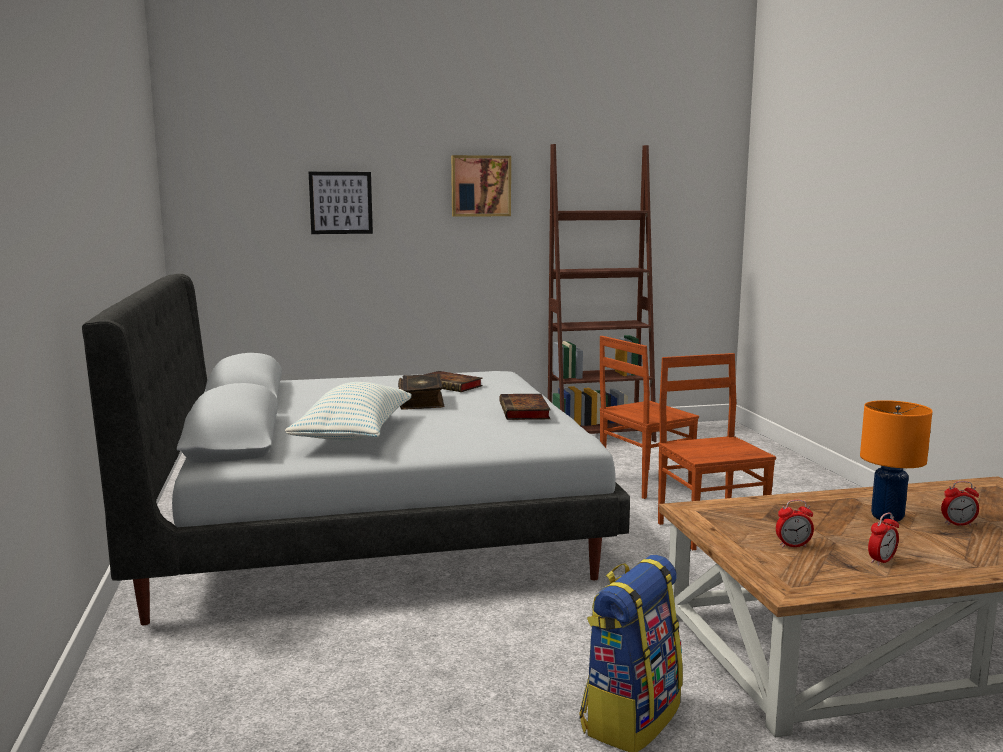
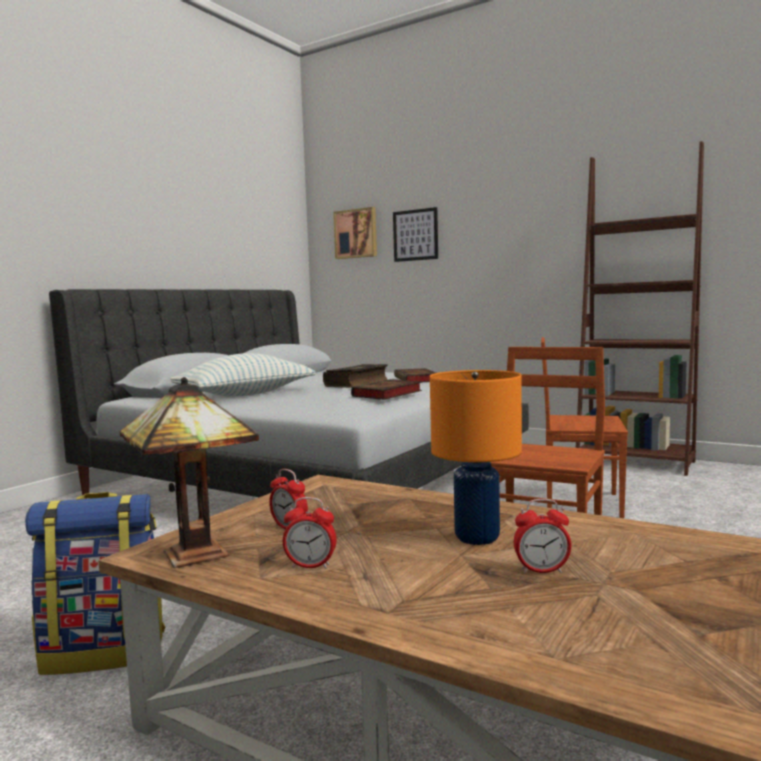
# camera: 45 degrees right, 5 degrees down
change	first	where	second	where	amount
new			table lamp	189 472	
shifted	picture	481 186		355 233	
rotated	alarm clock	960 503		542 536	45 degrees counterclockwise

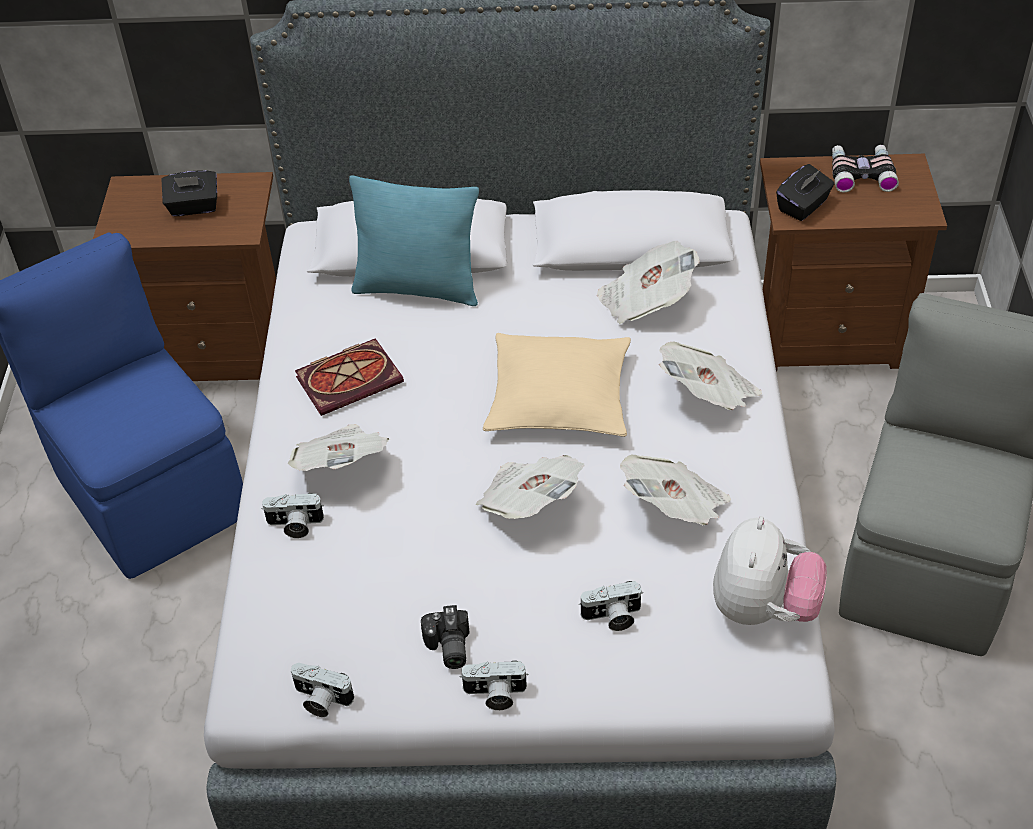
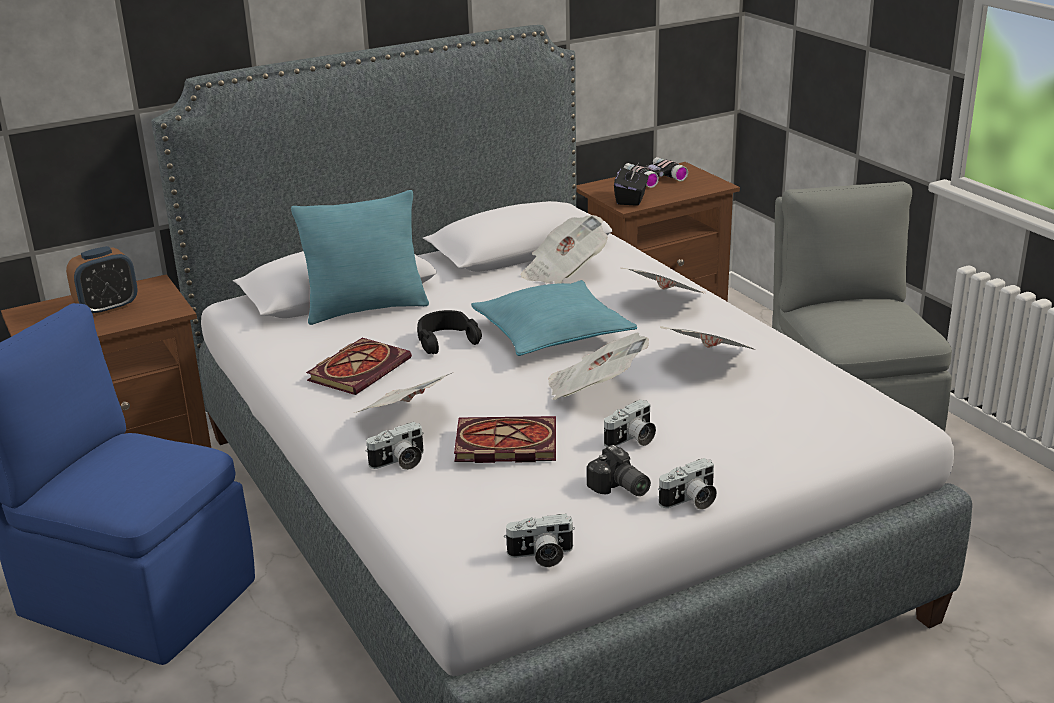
# camera: 30 degrees left, 20 degrees down
change	first	where	second	where	amount
swapped	black tissue box	189 193	alarm clock	102 281	
new			black headphones	449 332	
new			book	505 439	
repainted	beige pillow	557 385	turquoise pillow	554 318	
shifted	photo camera	611 606		630 423	
gone	plush toy	770 570			

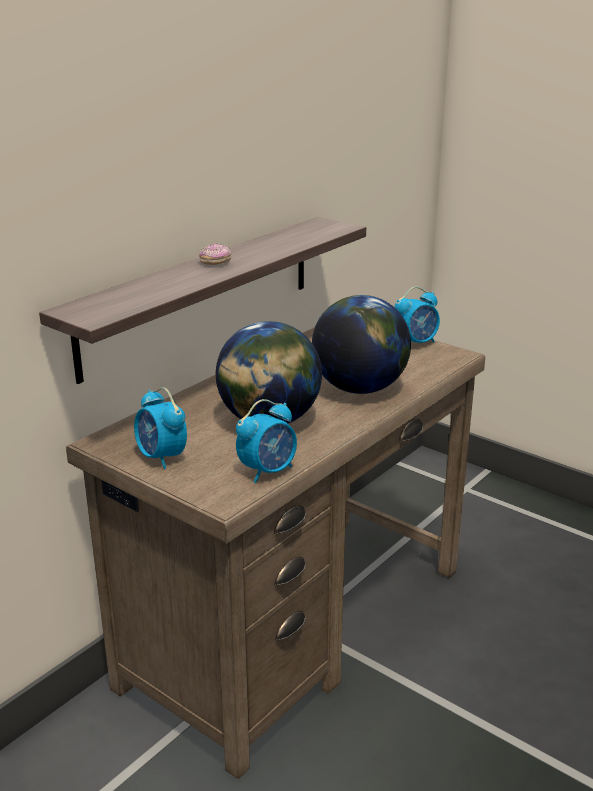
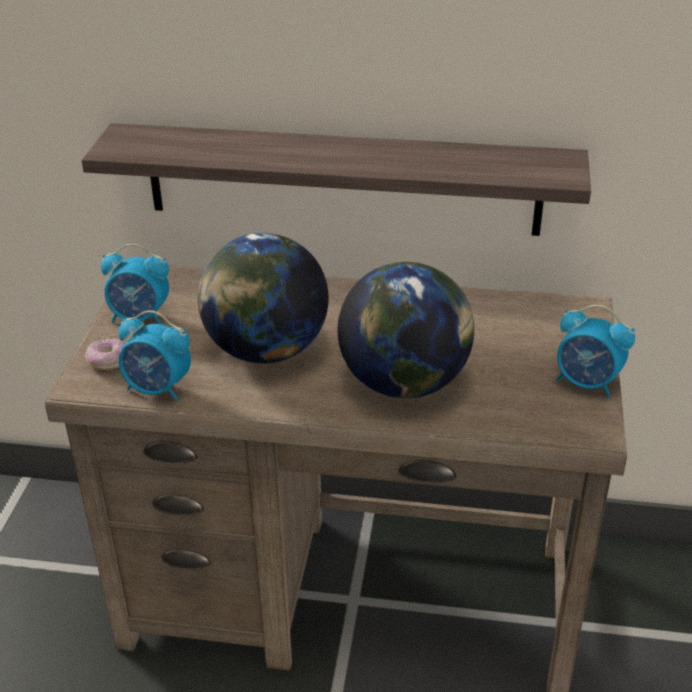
# camera: 60 degrees right, 10 degrees up
change	first	where	second	where	amount
shifted	donut	215 254		105 354	
rotated	alarm clock	160 428		135 284	105 degrees counterclockwise

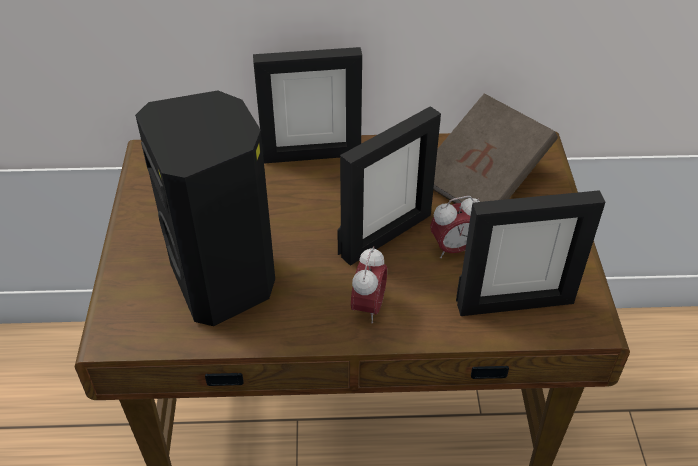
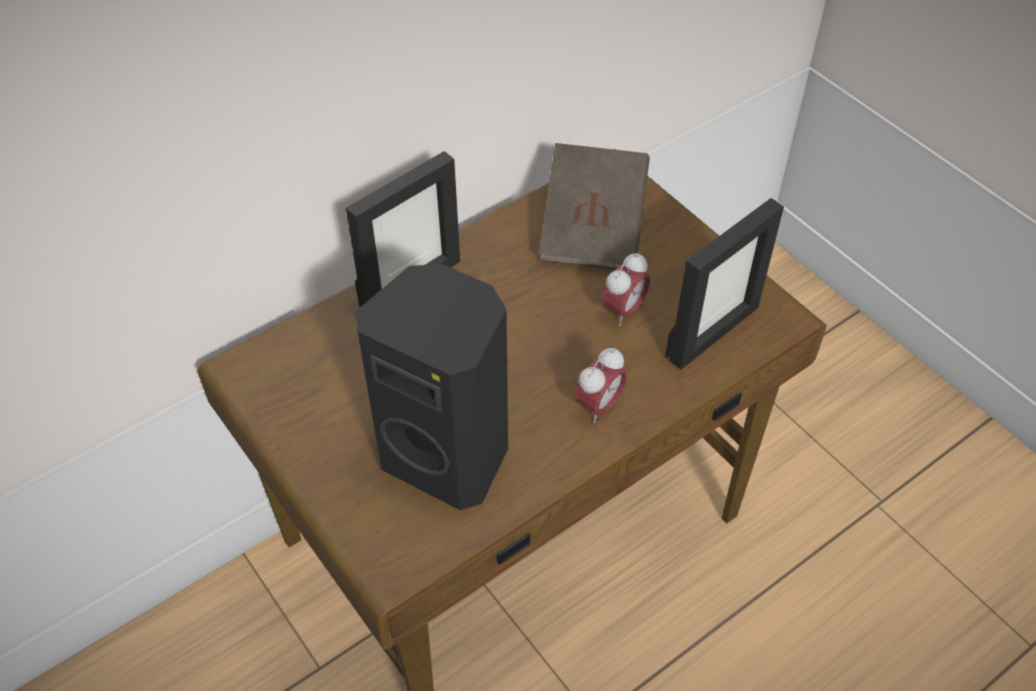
# camera: 35 degrees left, 5 degrees up
change	first	where	second	where	amount
rotated	alarm clock	369 284		600 385	60 degrees clockwise
gone	picture frame	389 186			

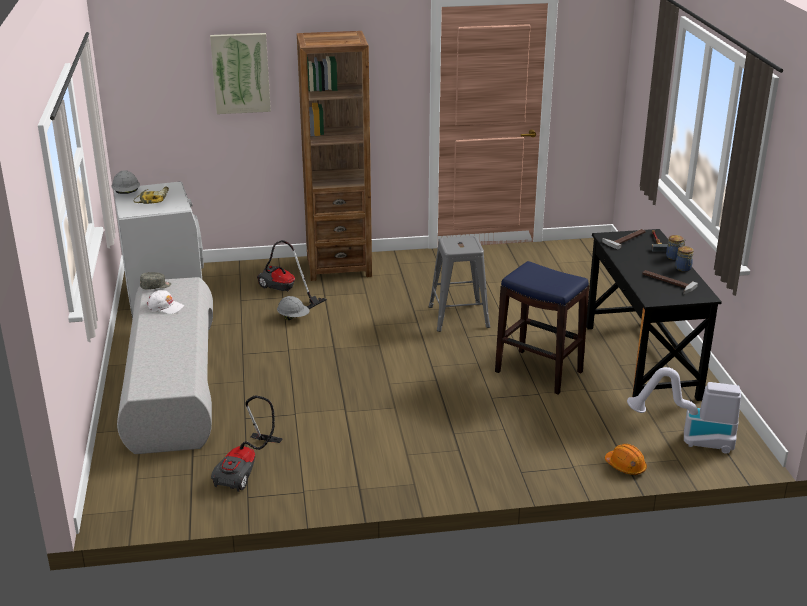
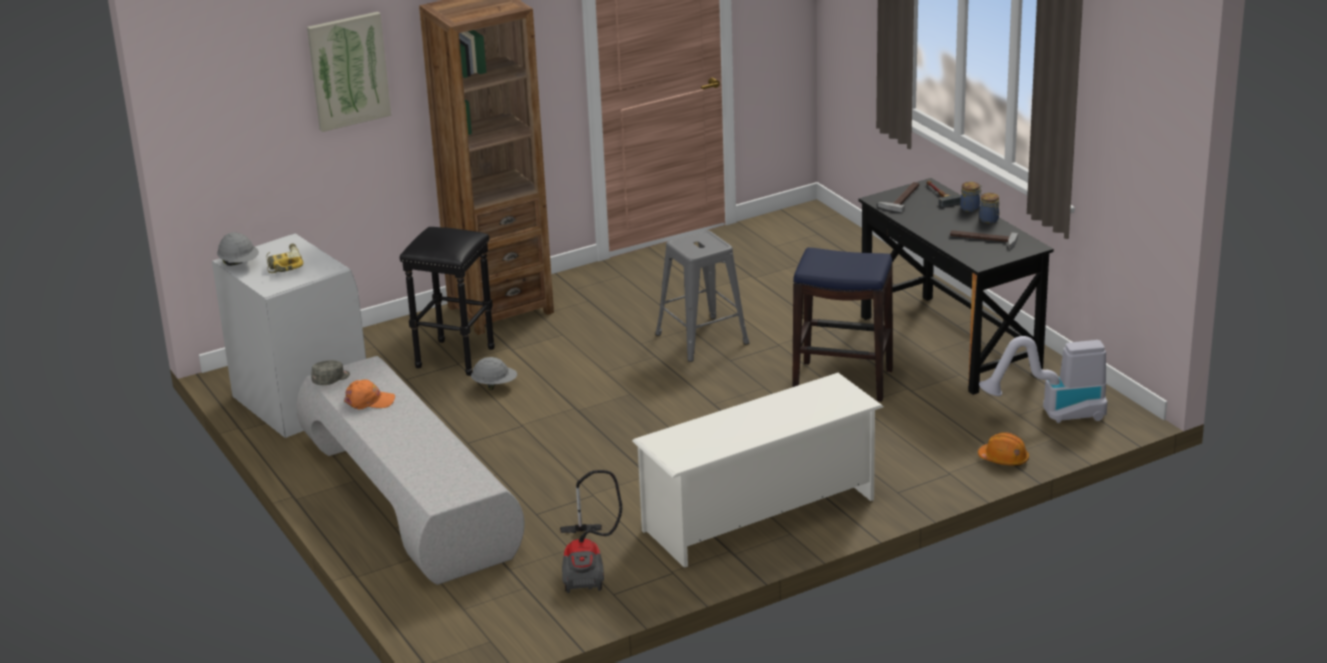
# camera: 20 degrees left, 0 degrees up
change	first	where	second	where	amount
repainted	white cap	165 302	orange cap	369 394	
swapped	vacuum cleaner	292 274	black stool	447 301	
new			white shoe rack	758 470	

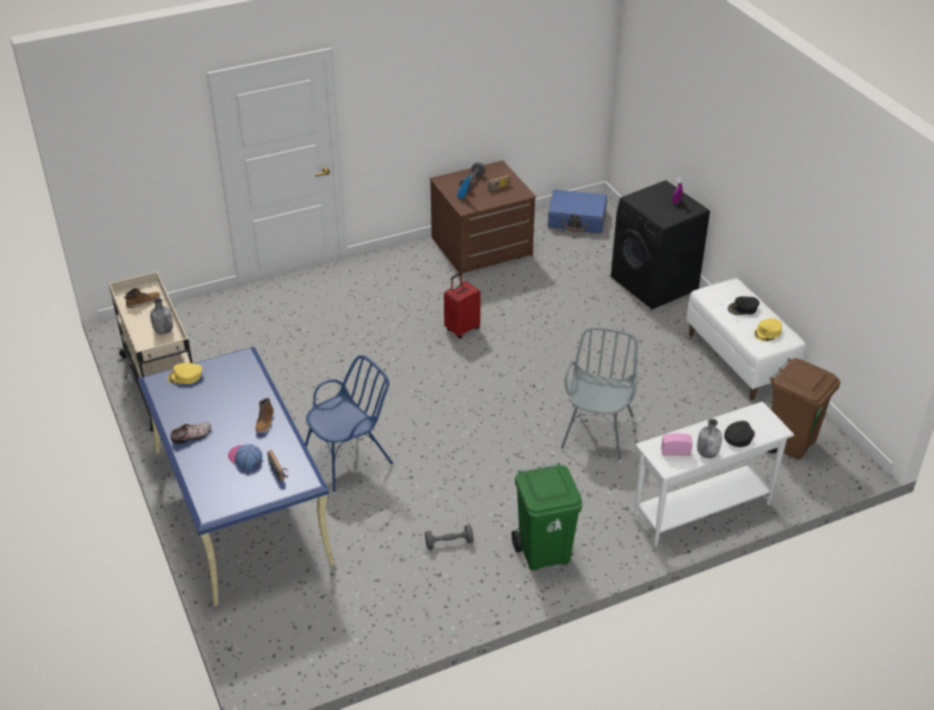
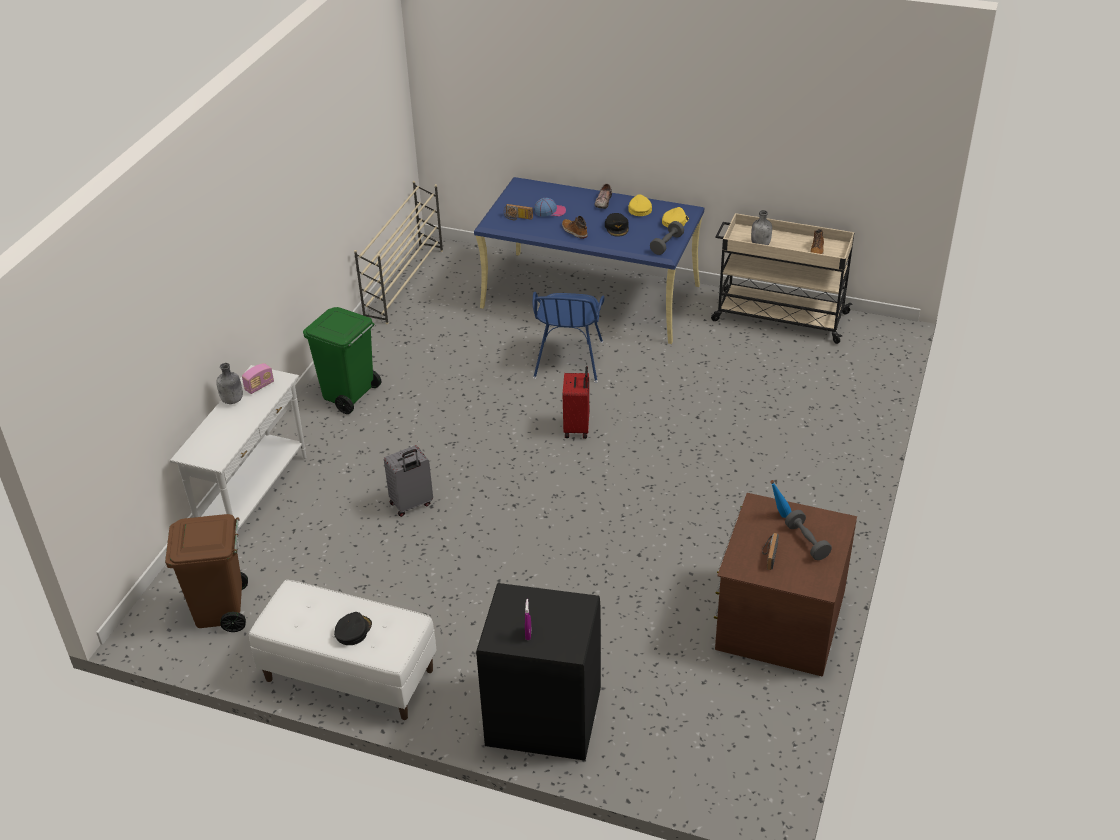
# camera: 135 degrees right, 0 degrees up
change	first	where	second	where	amount
new			beige shoe rack	398 252	
swapped	grey chair	599 394	grey suitcase	408 481	
shifted	red suitcase	462 305		576 402	
shifted	black cap	739 434		617 225	
shifted	yellow cap	768 330		640 205	
shifted	grey dumbbell	449 537		667 238	
gone	blue suitcase	577 211			

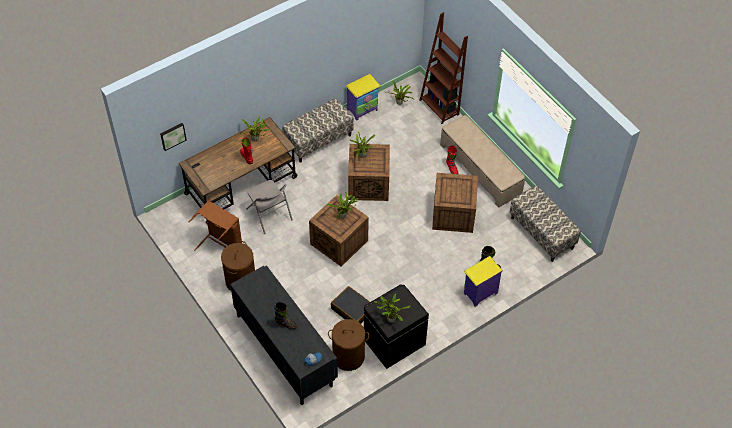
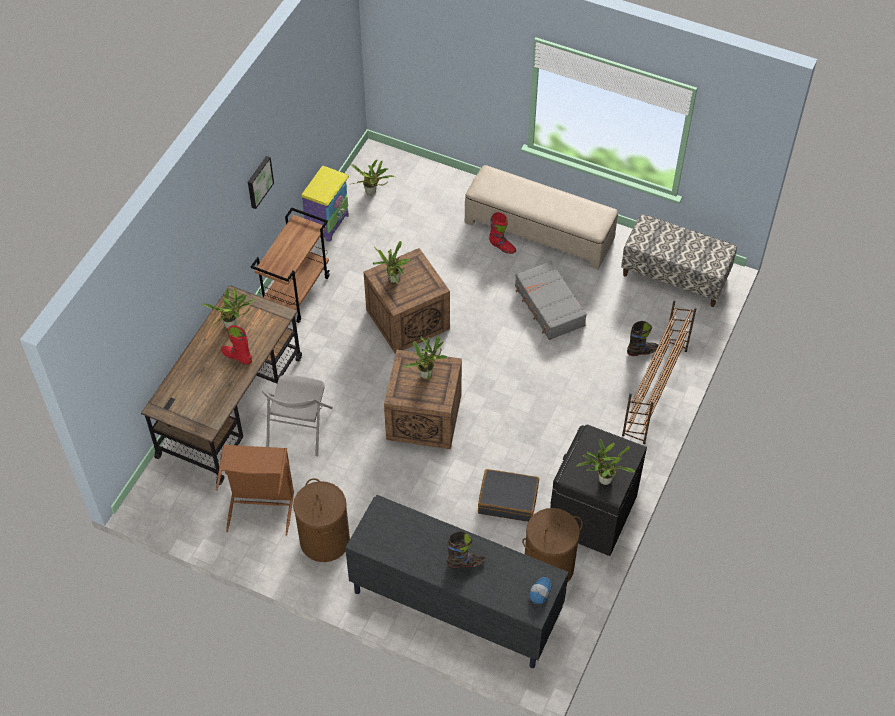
# camera: 30 degrees left, 0 degrees up
change	first	where	second	where	amount
shifted	picture	173 137		261 182	
swapped	bench	318 130	brown cart	290 265	
rotated	grey chair	269 207		297 415	75 degrees clockwise
swapped	crate	455 203	grey suitcase	551 300	
swapped	nightstand	483 281	brown shoe rack	659 372	
gone	brown bookcase	443 68			

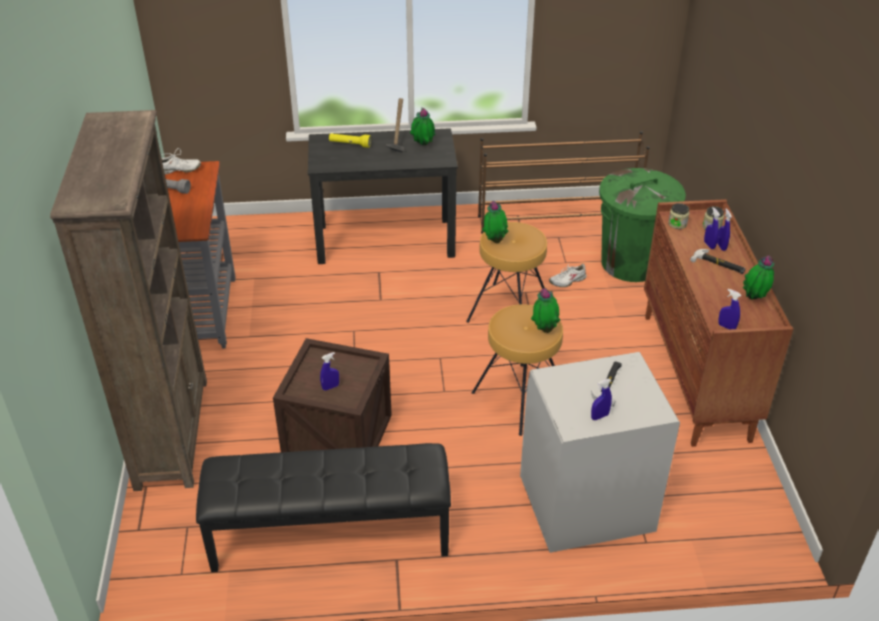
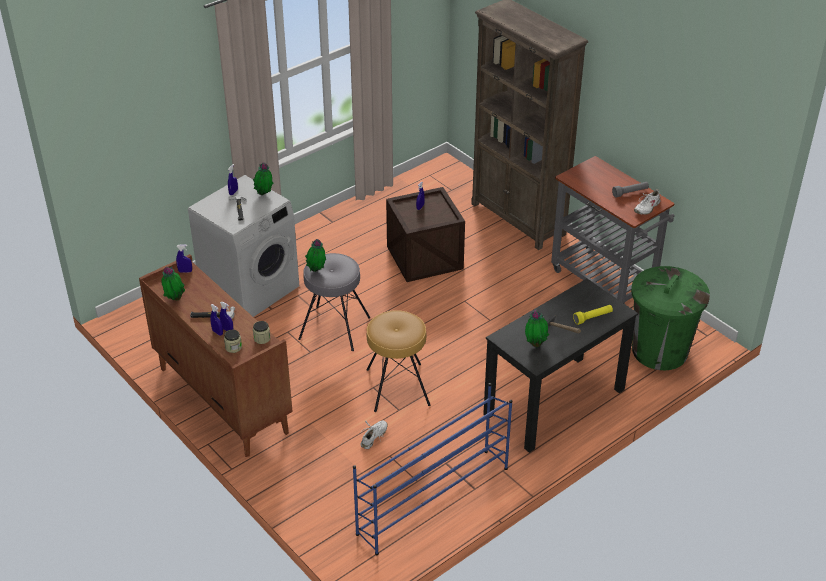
# camera: 145 degrees right, 0 degrees up
change	first	where	second	where	amount
shifted	potted plant	495 222		263 178	
repainted	brown stool	517 370	grey stool	334 302	
repainted	brown shoe rack	564 182	blue shoe rack	432 469	
shifted	green trash can	642 225		670 318	
gone	black bench	323 507			

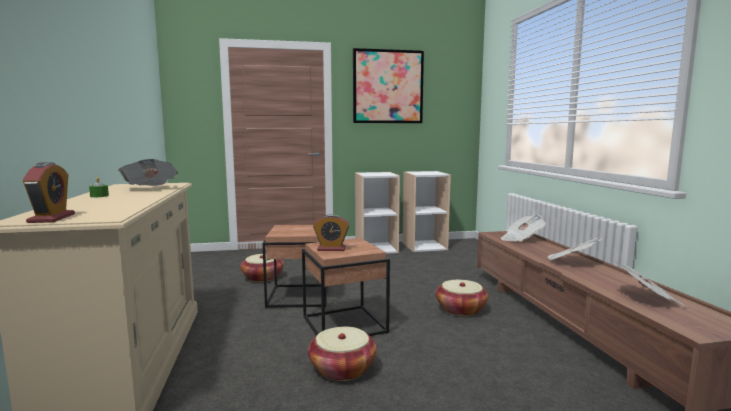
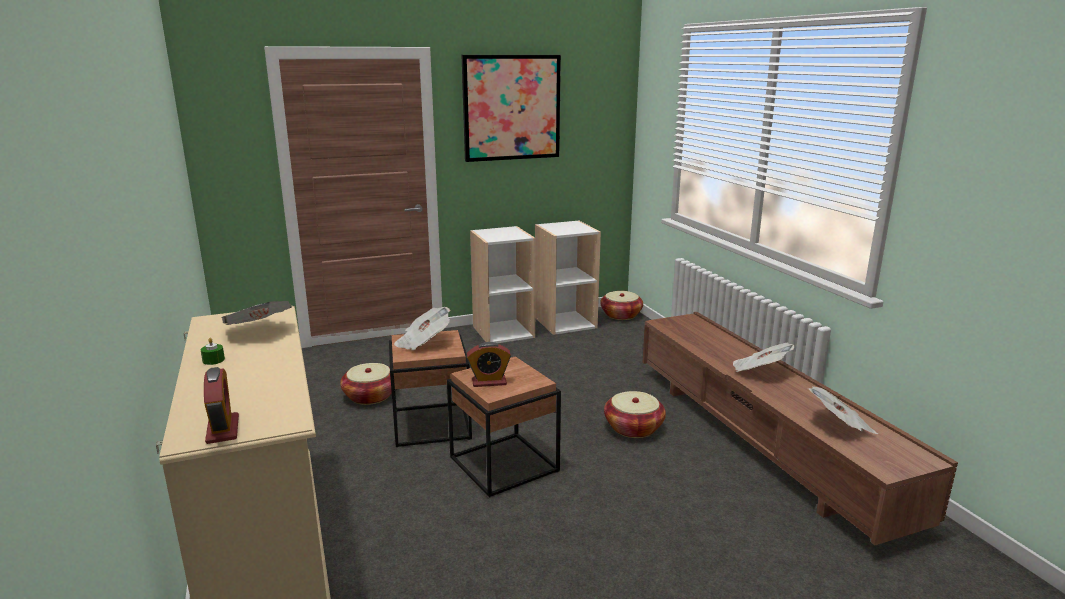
# camera: 10 degrees left, 10 degrees up
change	first	where	second	where	amount
shifted	newspaper	523 228		422 328	
shifted	basket	342 354		621 305	

